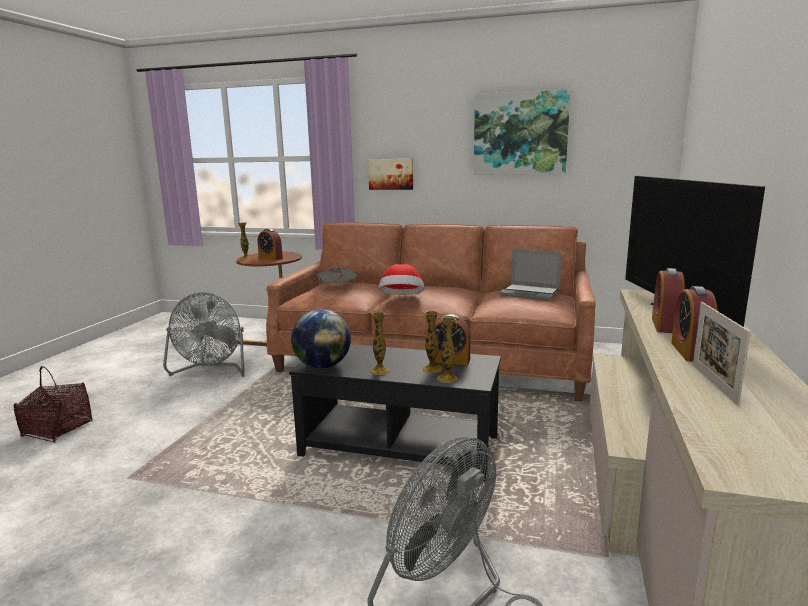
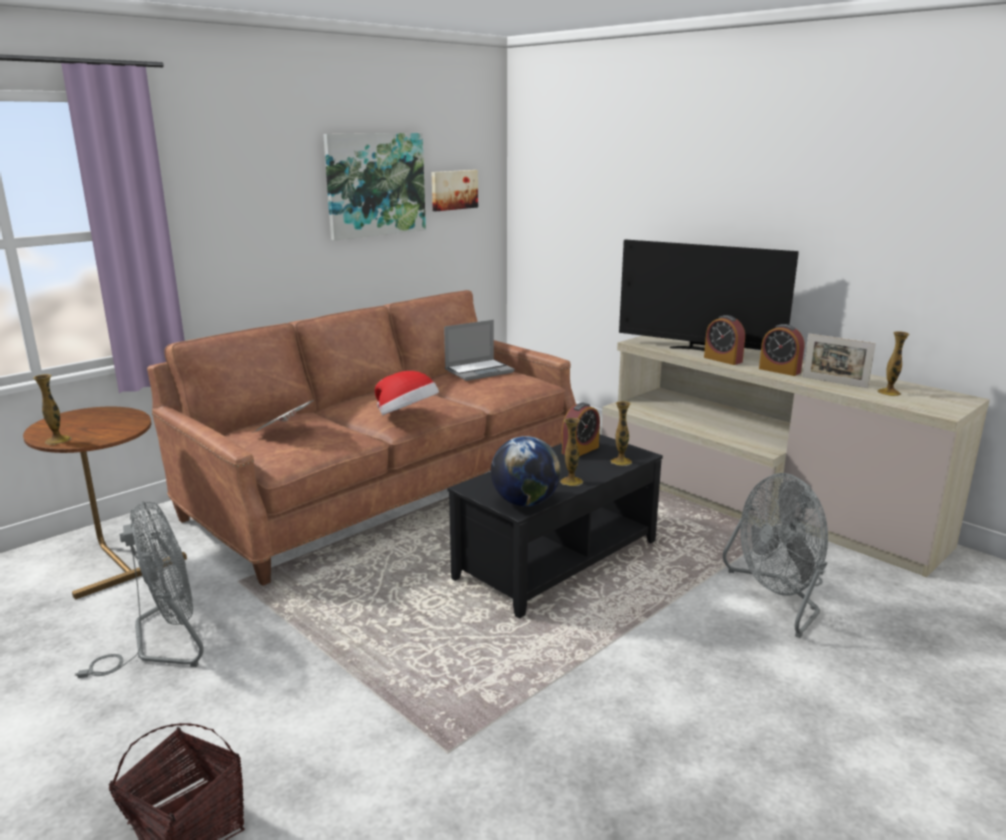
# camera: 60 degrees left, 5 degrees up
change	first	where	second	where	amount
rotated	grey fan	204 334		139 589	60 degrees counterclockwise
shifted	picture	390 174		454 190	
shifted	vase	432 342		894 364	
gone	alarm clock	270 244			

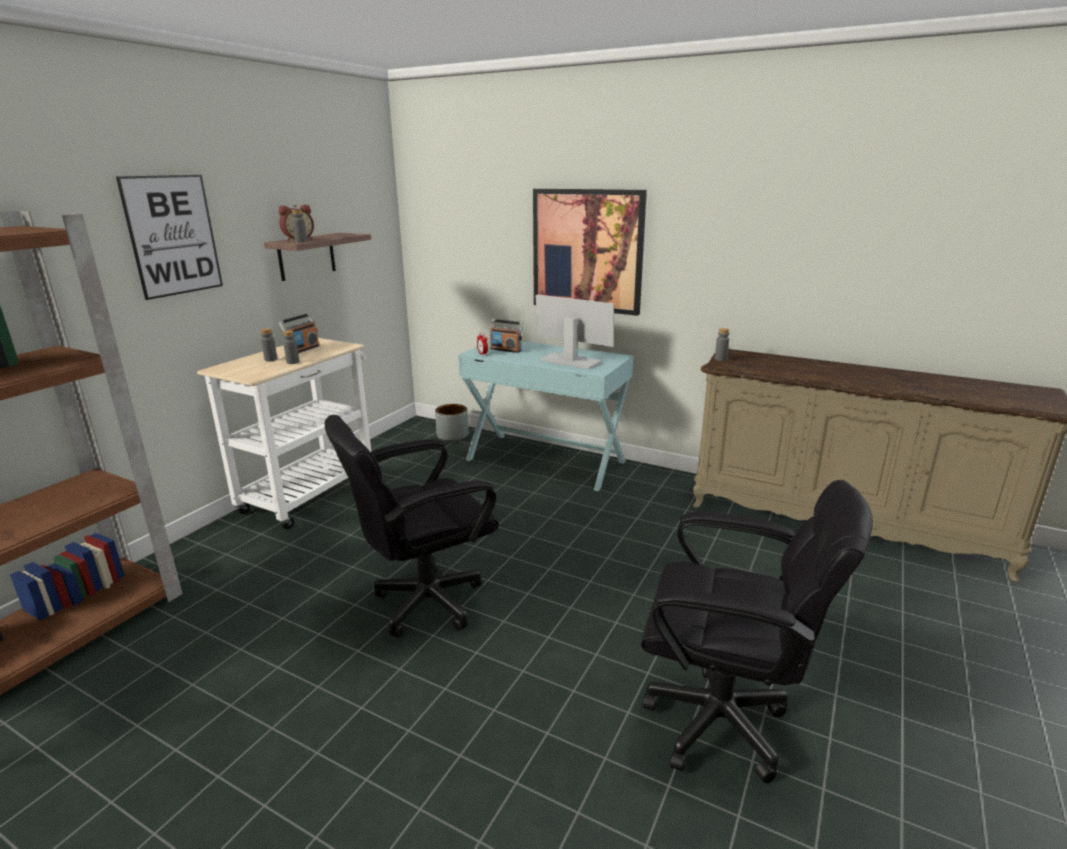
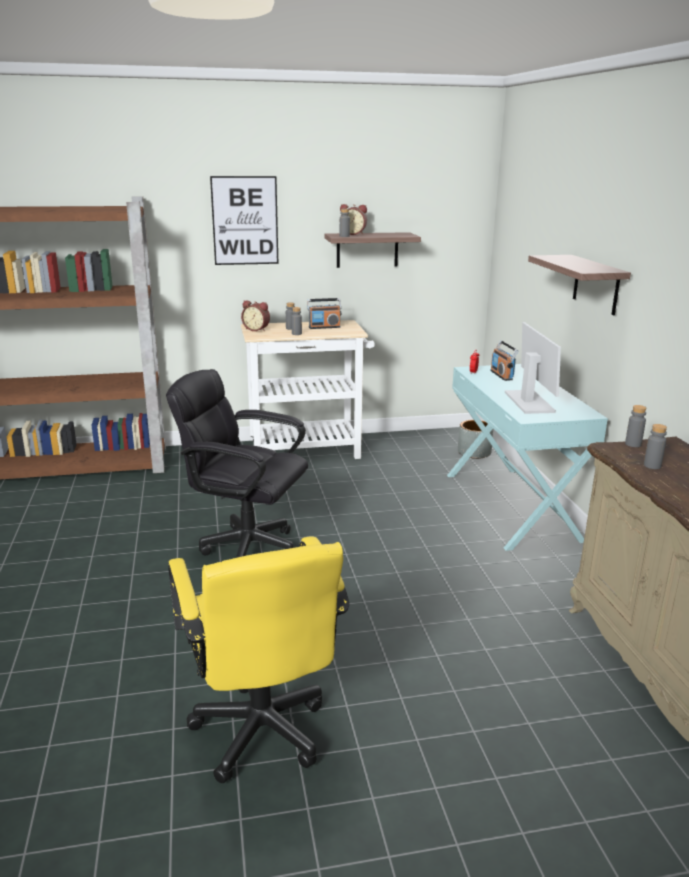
# camera: 50 degrees right, 0 degrees up
change	first	where	second	where	amount
repainted	black office chair	757 631	yellow office chair	258 659	
new			alarm clock	255 316	
swapped	picture	590 252	shelf	579 285	
new			grey bottle	655 446	

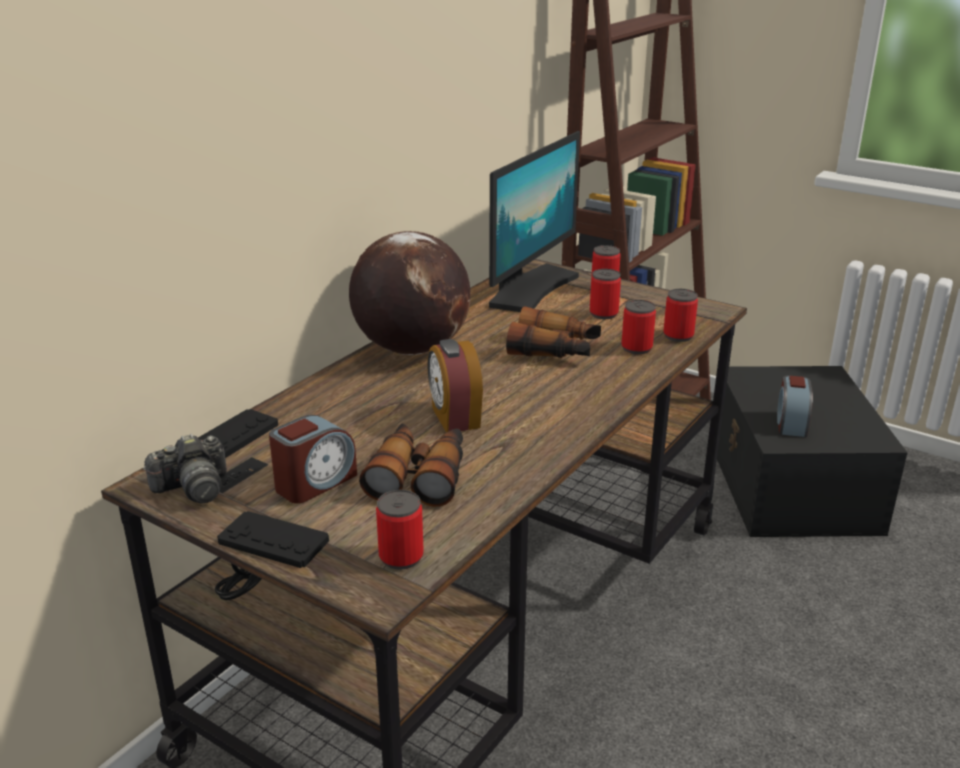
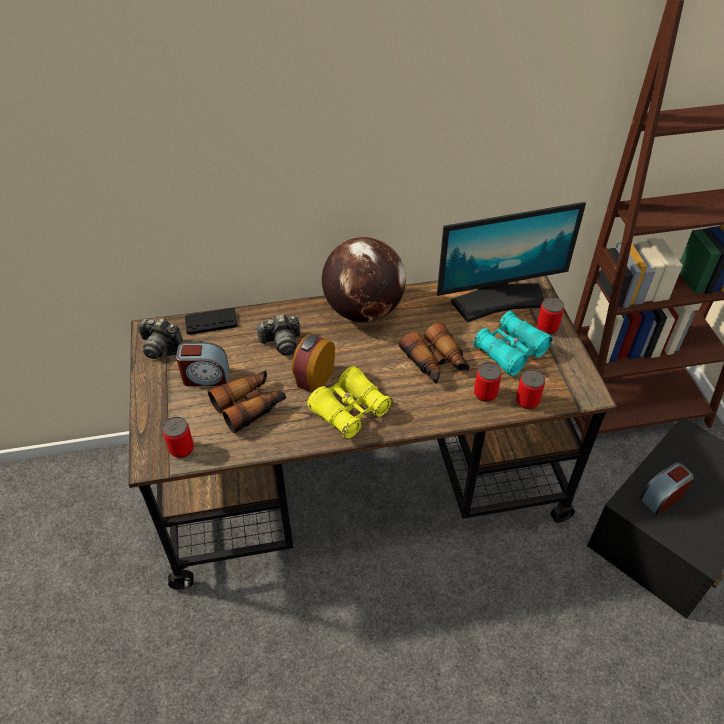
# camera: 45 degrees right, 20 degrees up
change	first	where	second	where	amount
new			photo camera	278 334	
new			yellow binoculars	350 402	
swapped	can	605 294	turquoise binoculars	512 343	
gone	black game controller	273 539			

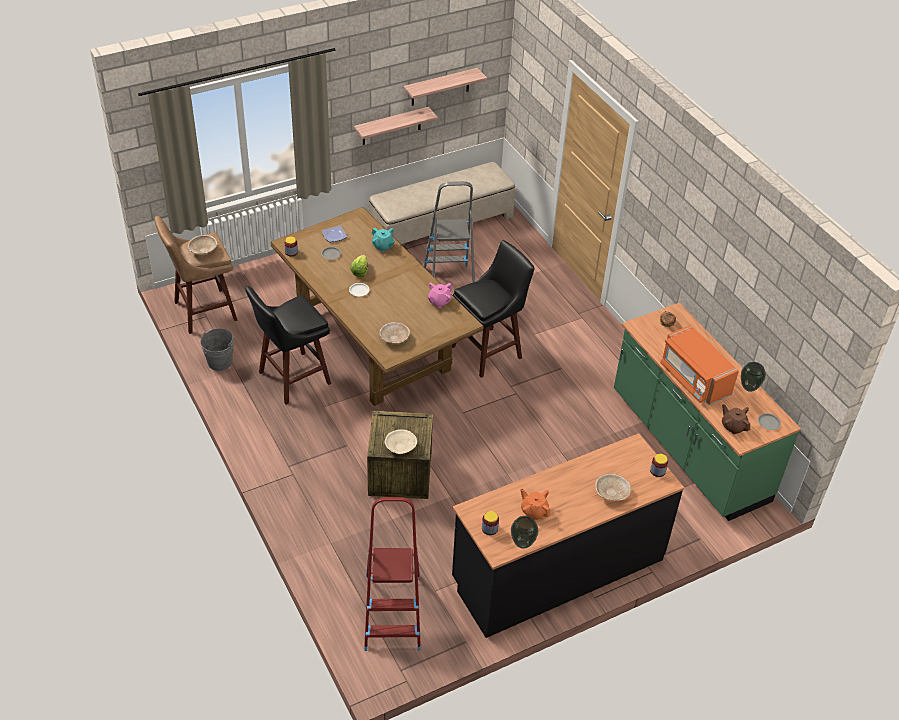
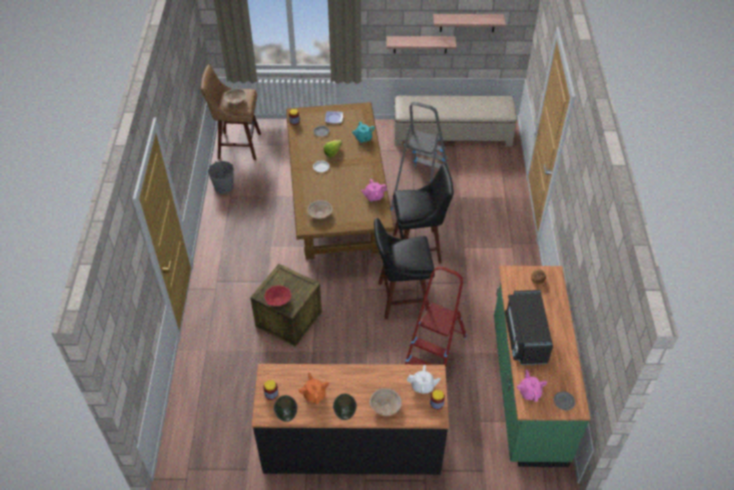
# camera: 30 degrees right, 5 degrees up
change	first	where	second	where	amount
repainted	beige bowl	401 442	red bowl	277 295	
shifted	vase	753 377		345 407	
shifted	black stool	288 345		404 268	
shifted	red step ladder	392 574		436 317	
new			white teapot	423 379	
repainted	orange microwave	699 365	black microwave	529 327	
repainted	brown teapot	736 419	pink teapot	532 386	

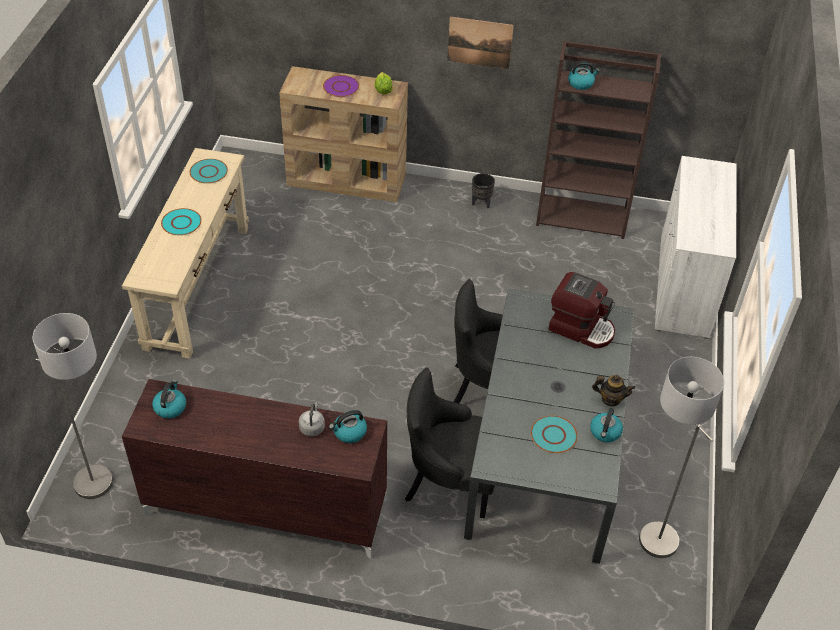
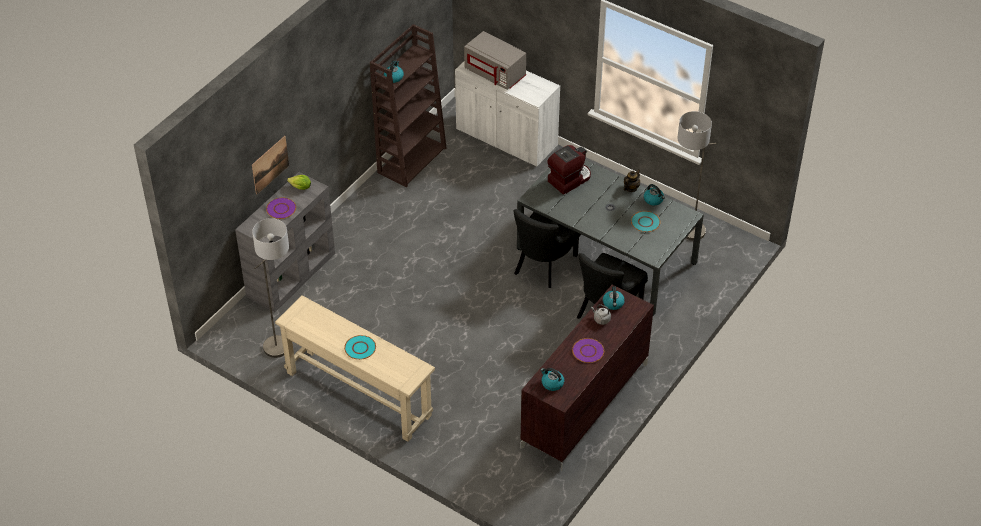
# camera: 65 degrees left, 0 degrees up
change	first	where	second	where	amount
repainted	brown bookcase	343 134	grey bookcase	285 242	
shifted	picture	480 43		270 165	
shifted	grey floor lamp	73 406		270 288	
new			grey microwave	495 60	
new			purple plate	588 350	
gone	turquoise plate	208 171			
gone	black planter	483 190			

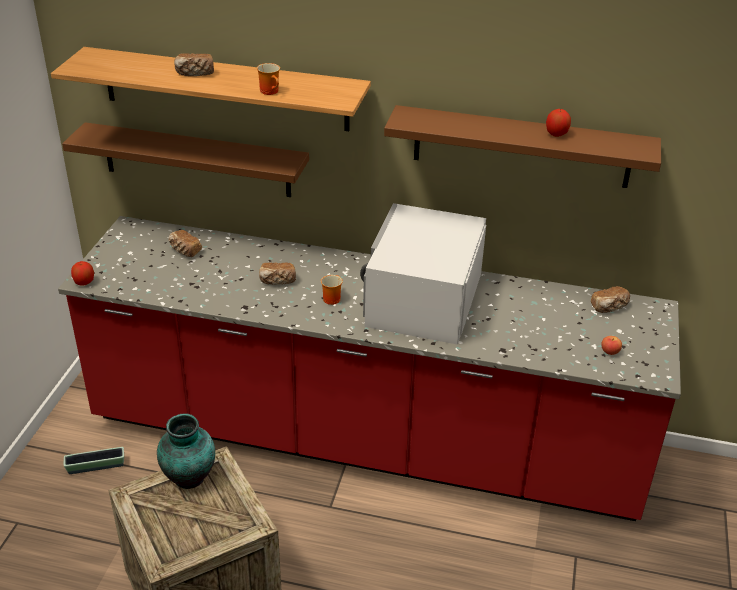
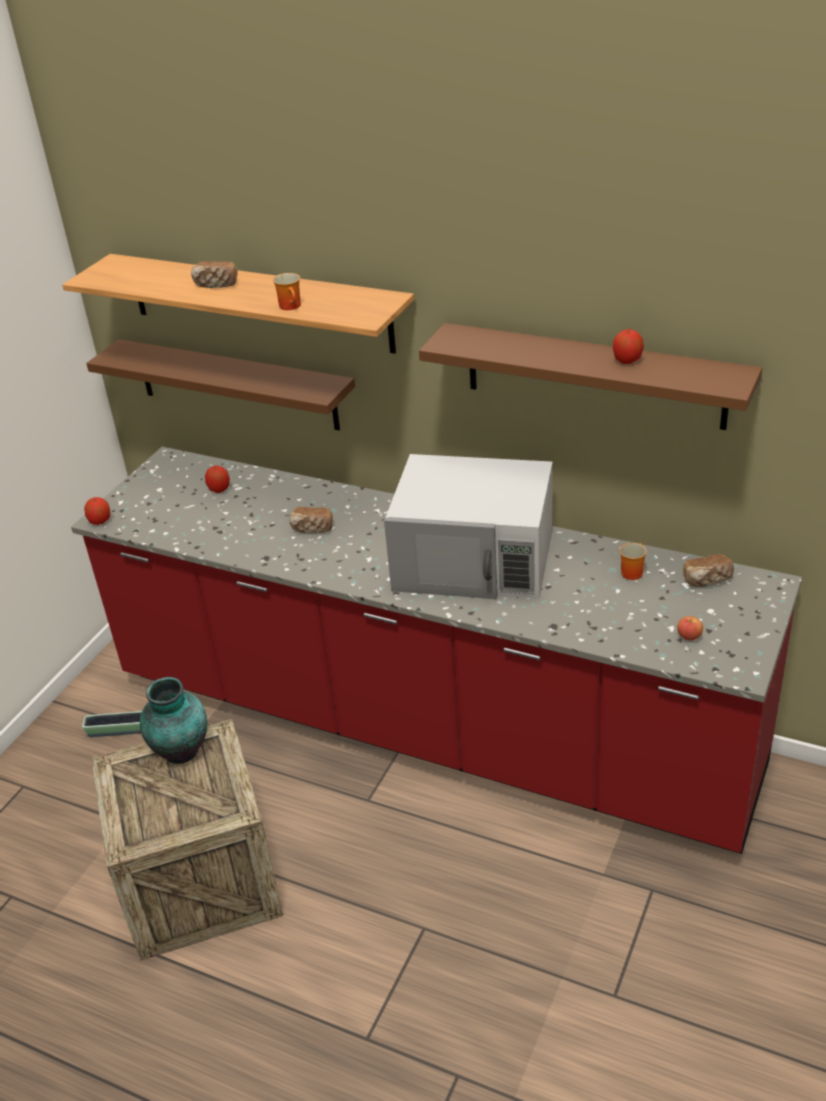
# camera: 15 degrees right, 0 degrees up
change	first	where	second	where	amount
swapped	bread	185 243	apple	217 479	
rotated	white microwave	423 274		468 526	105 degrees counterclockwise
shifted	mug	332 290		633 561	

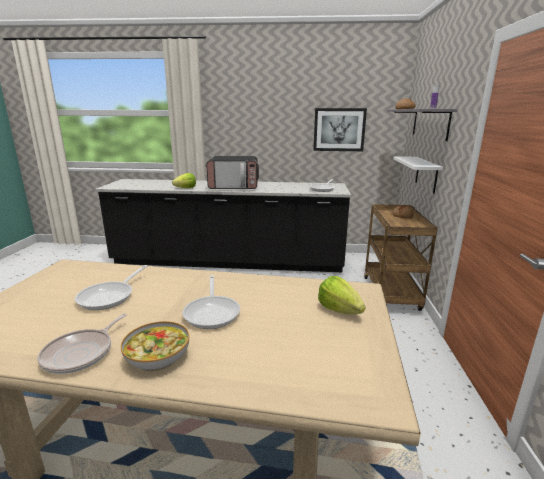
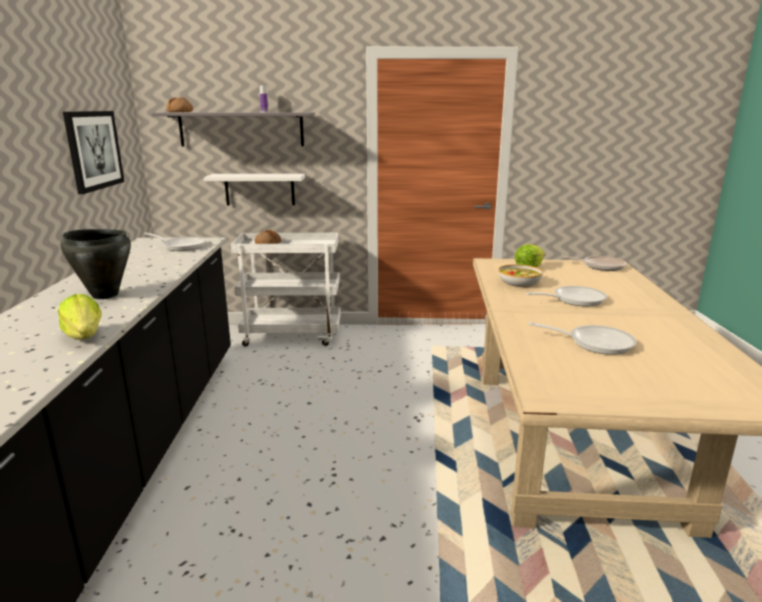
# camera: 95 degrees left, 0 degrees up
change	first	where	second	where	amount
swapped	microwave	232 172	black cooking pot	95 264	
repainted	brown cart	401 257	white cart	285 290	
shifted	bowl	155 346		520 276	
shifted	frying pan	82 344		594 263	

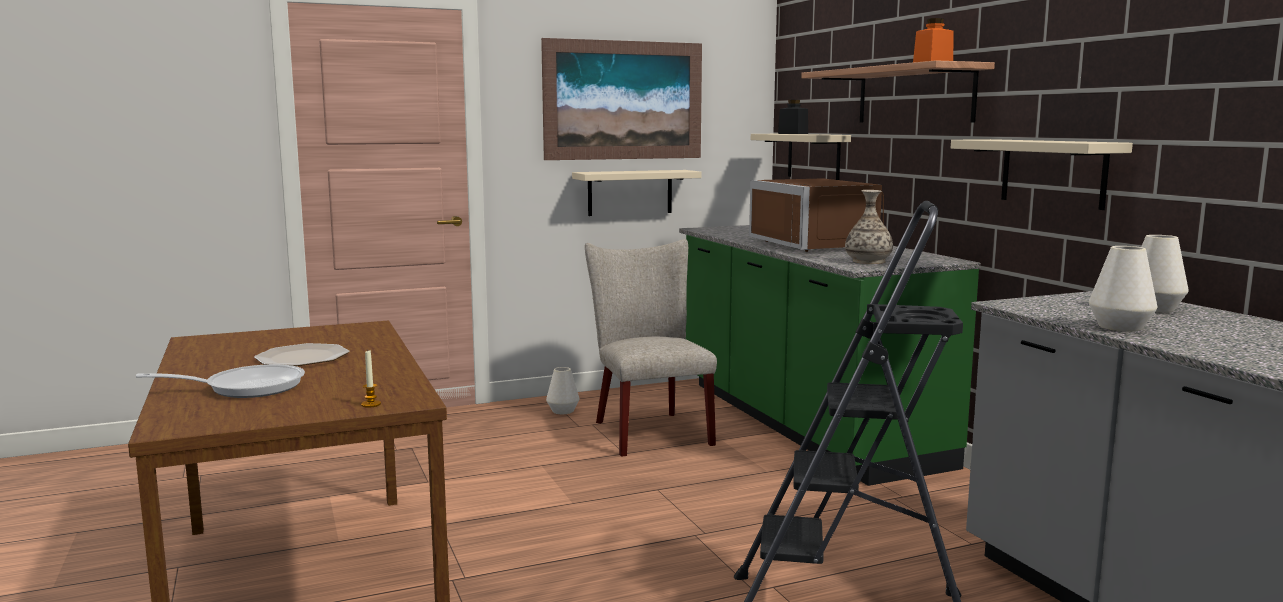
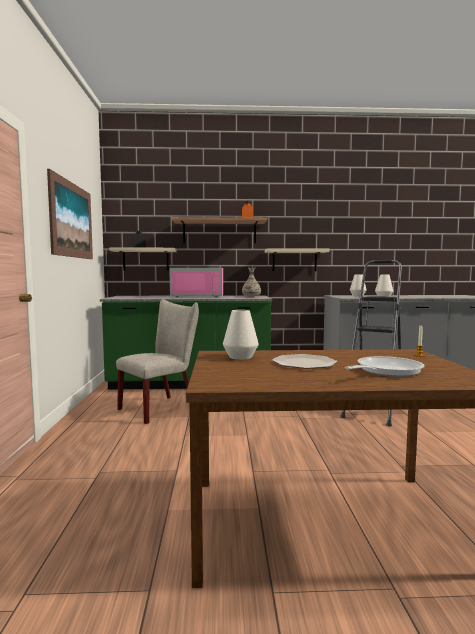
# camera: 70 degrees left, 5 degrees down
change	first	where	second	where	amount
rotated	beige chair	651 348		157 361	135 degrees clockwise
repainted	brown microwave	816 215	pink microwave	196 282	
shifted	white vase	562 390		241 335	
rotated	frying pan	220 381		384 366	45 degrees clockwise
gone	beige shelf	637 193			

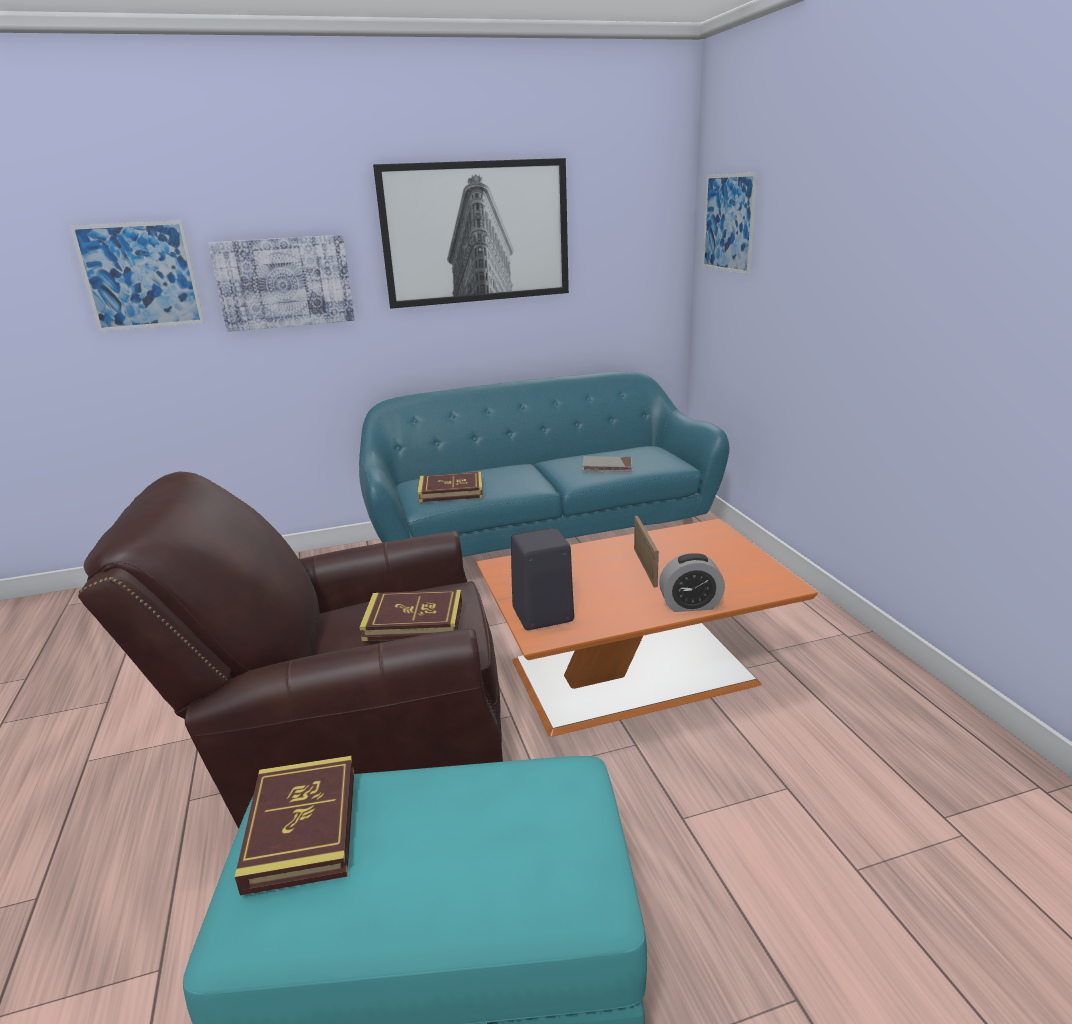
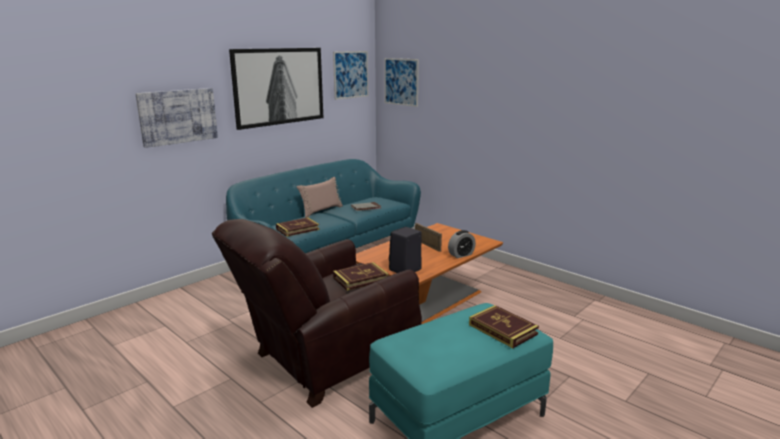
# camera: 30 degrees left, 5 degrees down
change	first	where	second	where	amount
new			beige pillow	320 197	
shifted	picture	137 276		350 75	
shifted	book	294 825		504 326	

